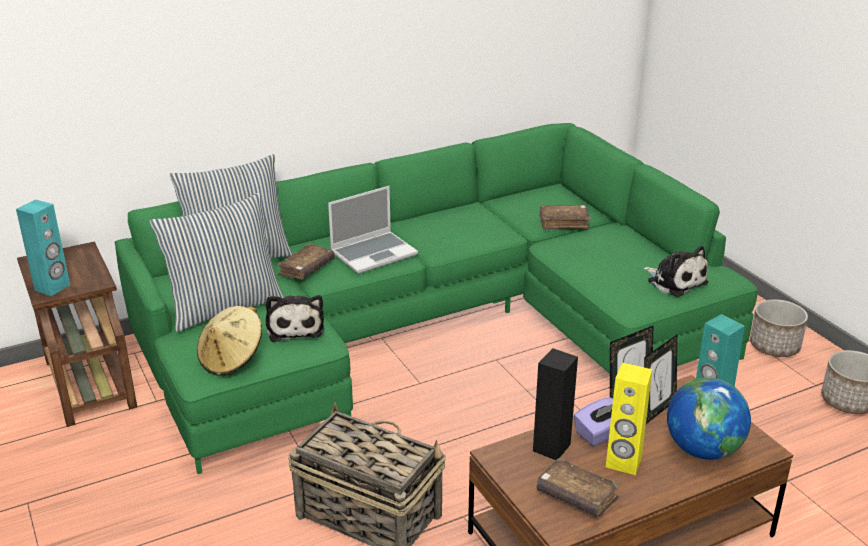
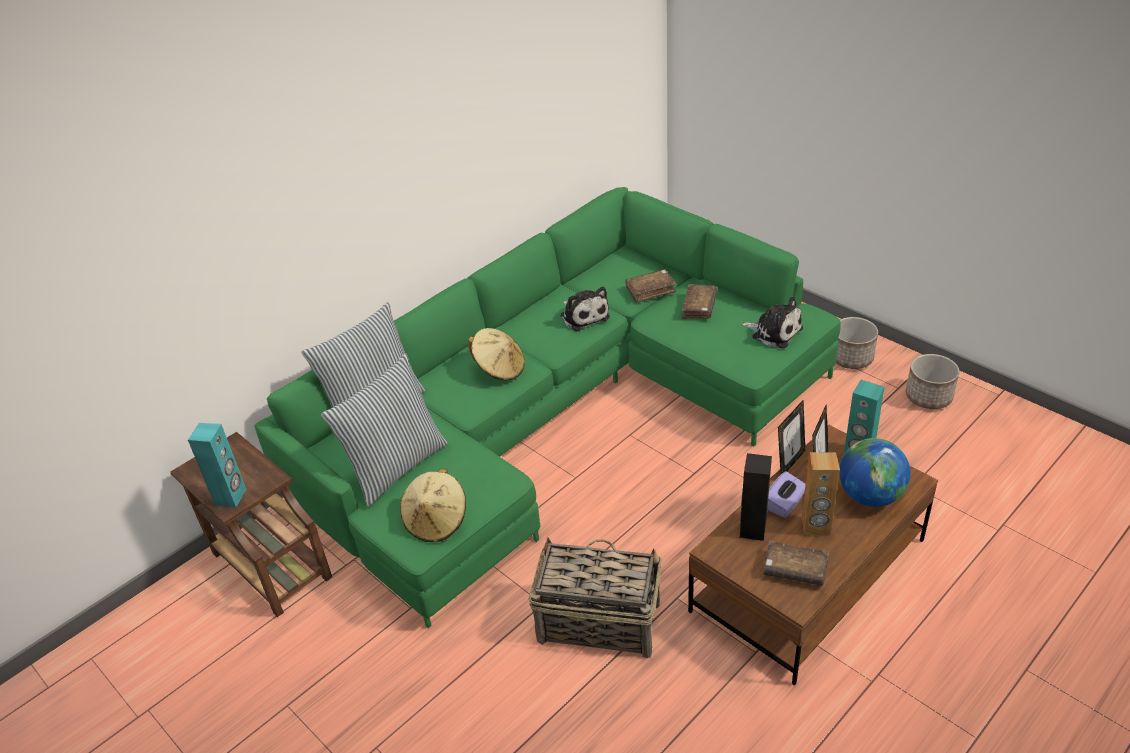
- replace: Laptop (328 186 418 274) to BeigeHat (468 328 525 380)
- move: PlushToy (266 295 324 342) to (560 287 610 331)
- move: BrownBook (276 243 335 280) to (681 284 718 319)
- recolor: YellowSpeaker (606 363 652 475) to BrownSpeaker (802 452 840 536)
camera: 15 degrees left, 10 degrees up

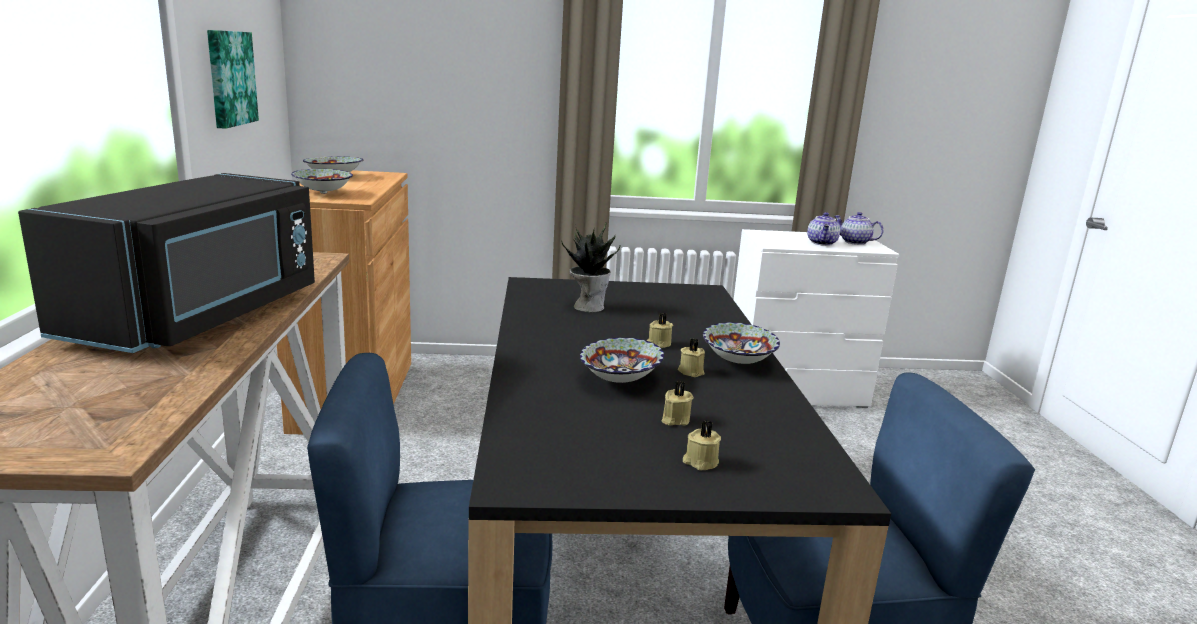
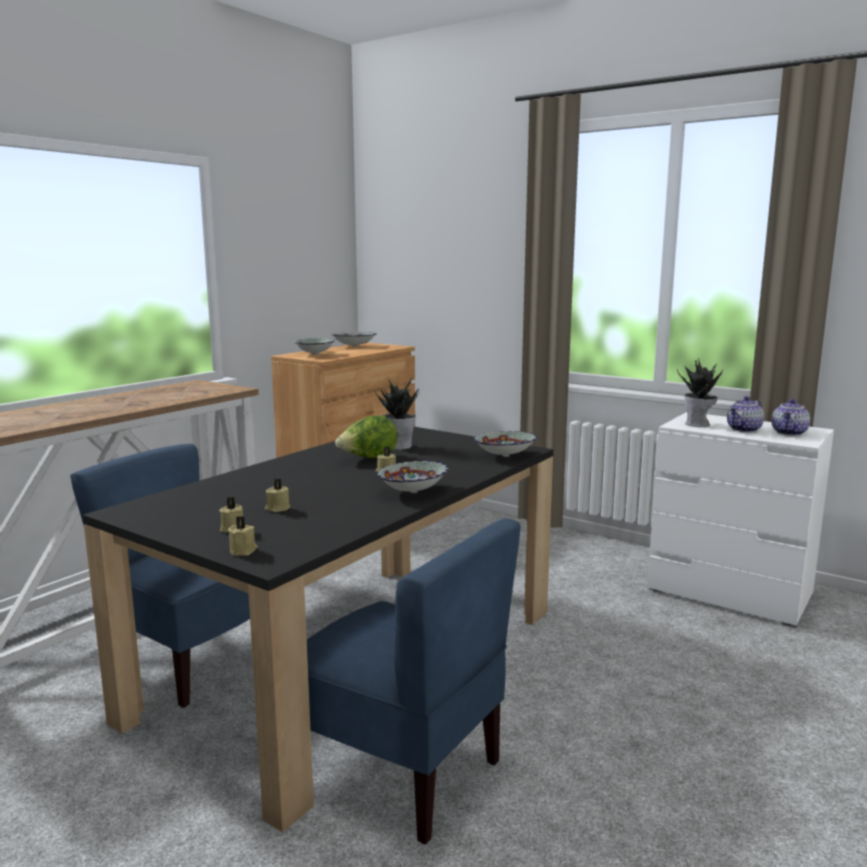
- move: BeigeCandle (678 338 705 377) to (228 516 258 556)
- insert: Lettuce (335 415 397 458)
- move: Bowl (580 337 664 383) to (474 431 537 457)
- insert: PottedPlant (677 358 723 427)
- rotate: Teapot (835 212 884 245) = (771 399 810 436) 135 degrees counterclockwise
- delete: BlackMicrowave (18 173 315 353)
- delete: Picture (207 30 259 129)
camera: 40 degrees right, 5 degrees down

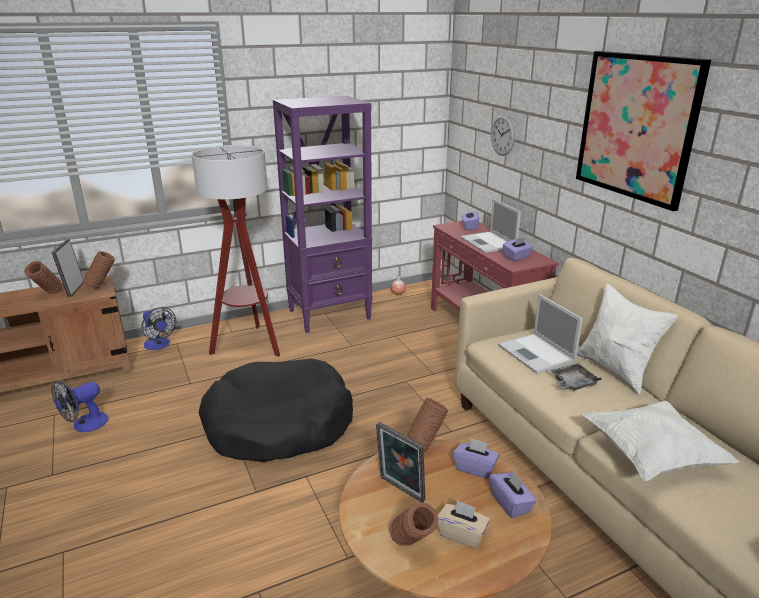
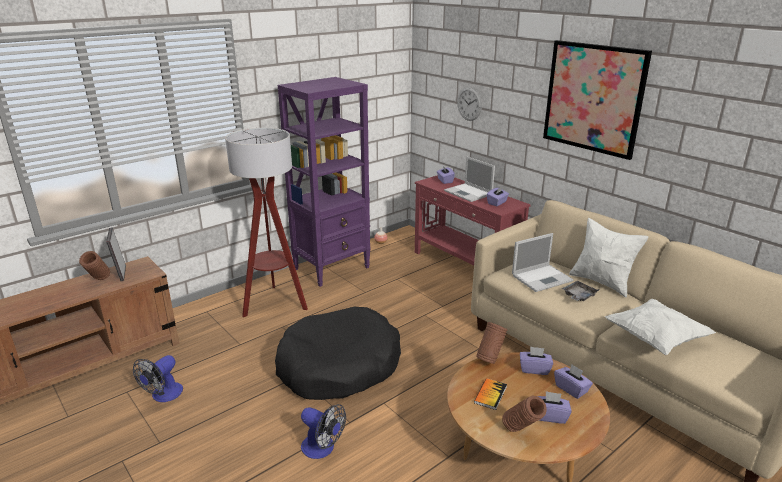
- move: Fan (141 307 176 350) to (301 404 346 459)
- replace: PictureFrame (376 422 425 503) to Book (474 378 507 410)
- rotate: Laptop (498 294 583 374) = (512 233 573 292) 75 degrees counterclockwise
- recolor: BeigeTissueBox (438 500 490 548) to PurpleTissueBox (537 391 572 424)
- delete: BrownVase (83 251 115 289)
camera: 15 degrees left, 0 degrees up

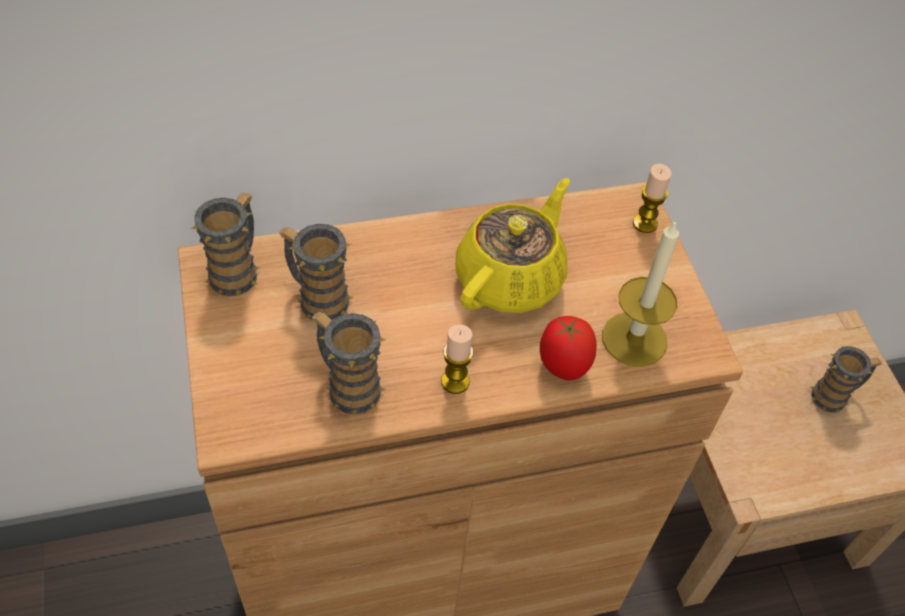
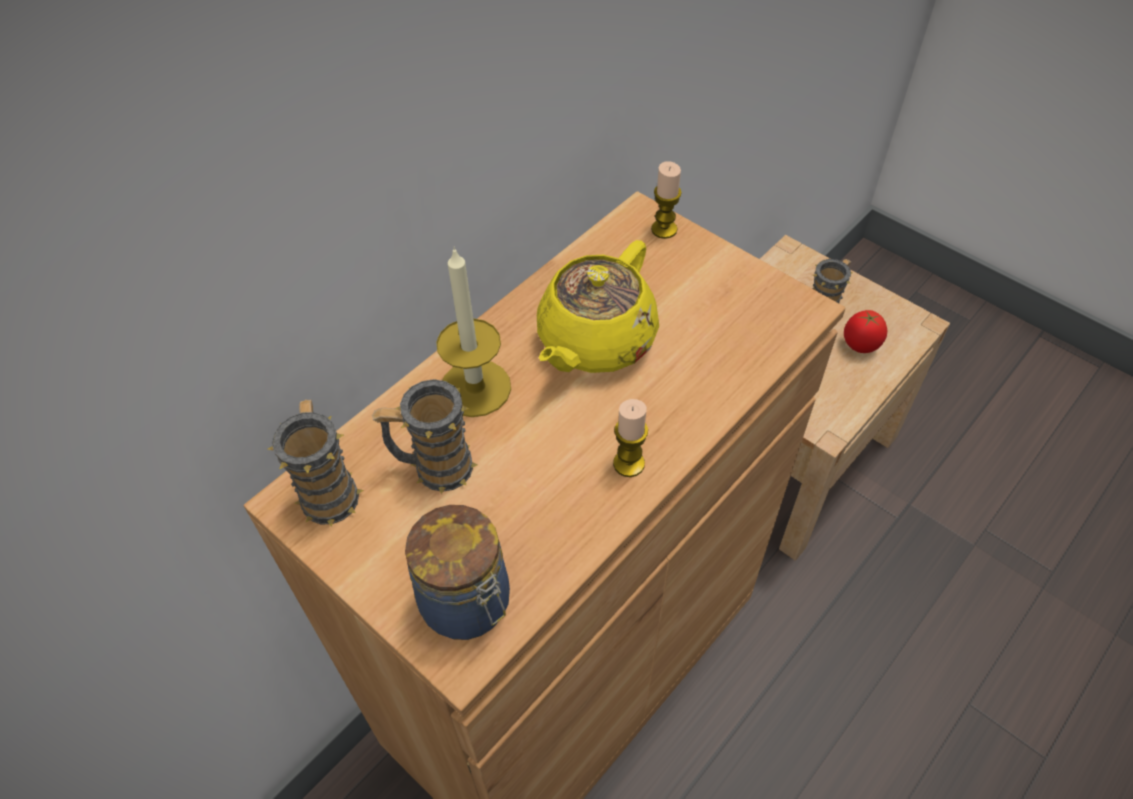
- insert: Jar (405 505 510 640)
- move: Candle (602 219 679 367) to (436 246 511 417)
- rotate: YellowTeapot (455 178 570 313) = (537 240 659 373) 150 degrees counterclockwise
- move: Tomato (540 316 597 381) to (844 310 887 353)
- delete: Mug (312 312 386 417)
camera: 30 degrees left, 0 degrees up

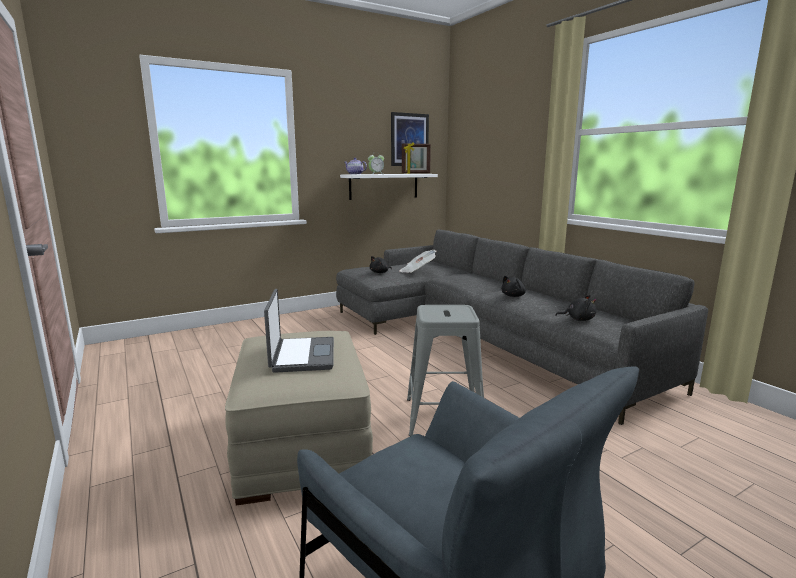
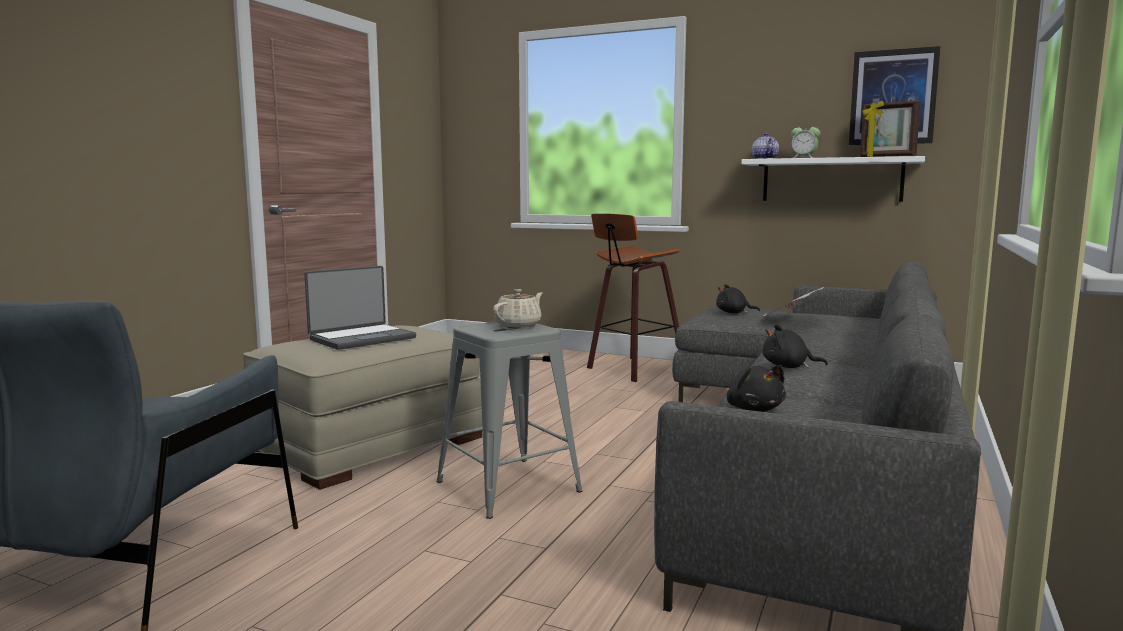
- insert: BeigeTeapot (493 289 542 328)
- insert: Stool (587 213 679 382)
camera: 55 degrees right, 5 degrees down

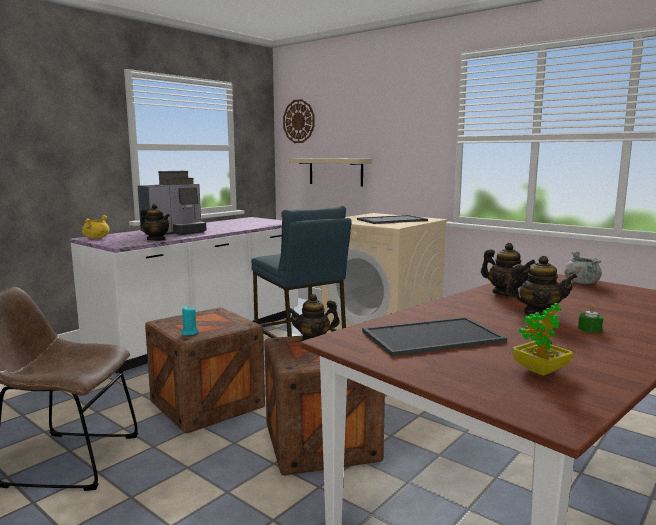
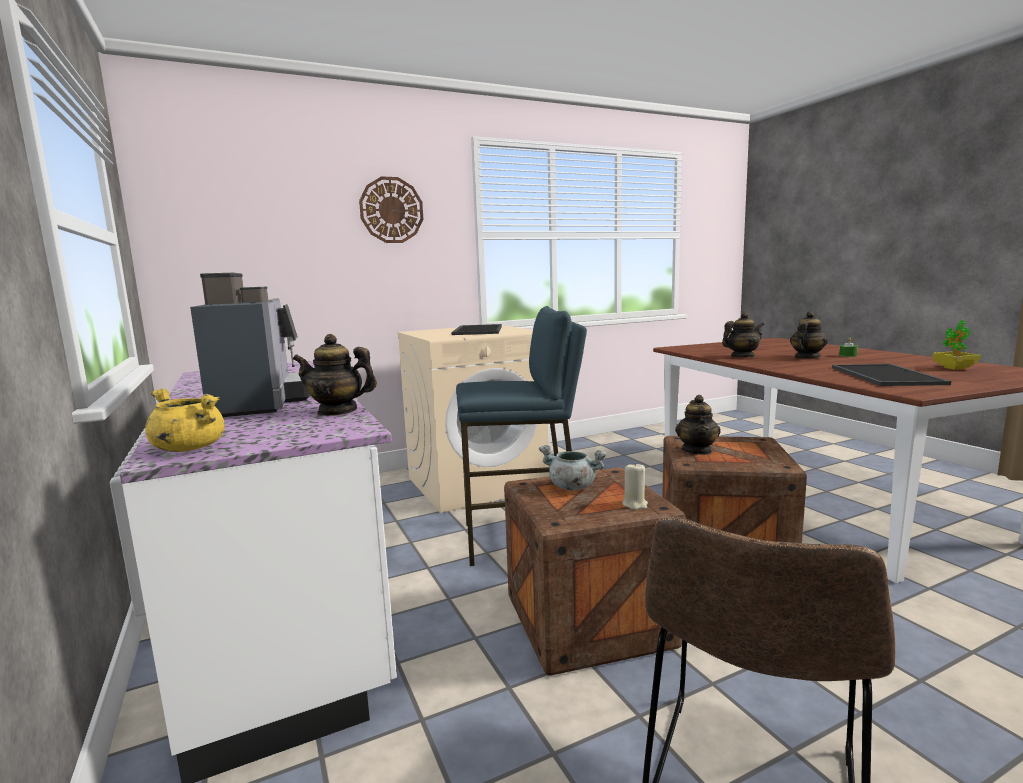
- rotate: Teapot (140 203 170 241) = (293 334 377 416) 135 degrees counterclockwise
- move: WallClock (283 99 314 143) to (359 176 423 243)
- move: GreyCookingPot (564 251 602 284) to (539 445 607 490)
- recolor: TurquoiseCandle (181 306 199 336) to BeigeCandle (622 462 648 510)
- delete: BeigeShelf (289 158 372 186)
camera: 65 degrees left, 0 degrees up

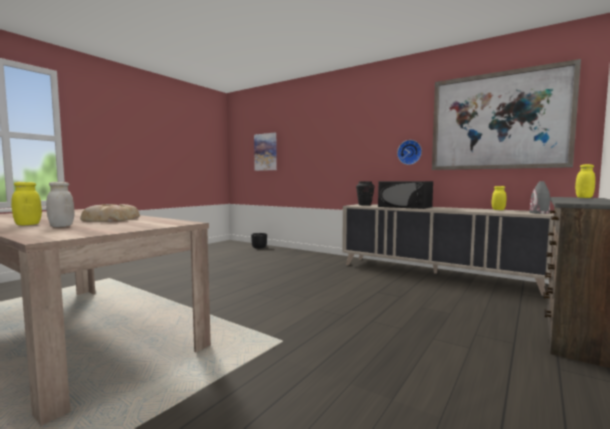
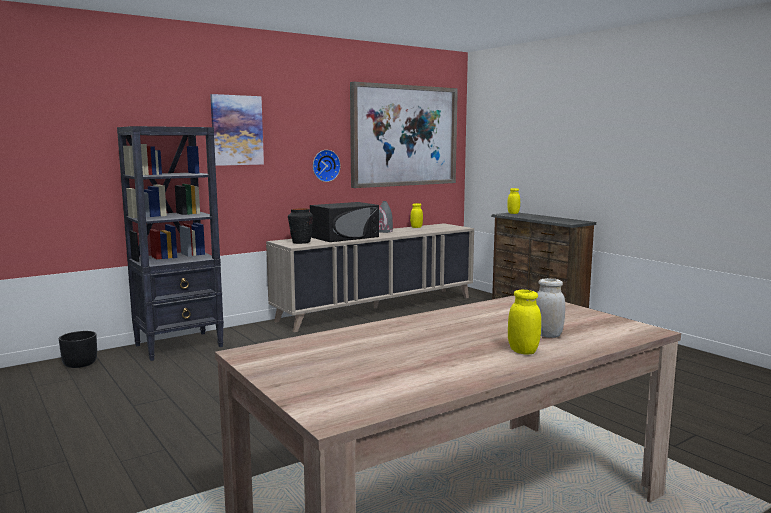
- insert: BlackBookcase (117 126 224 361)
- move: Picture (254 133 277 171) to (210 94 264 166)
- move: GreyVase (530 181 550 214) to (379 201 393 233)
- delete: Bread (80 204 140 222)
camera: 70 degrees left, 5 degrees up

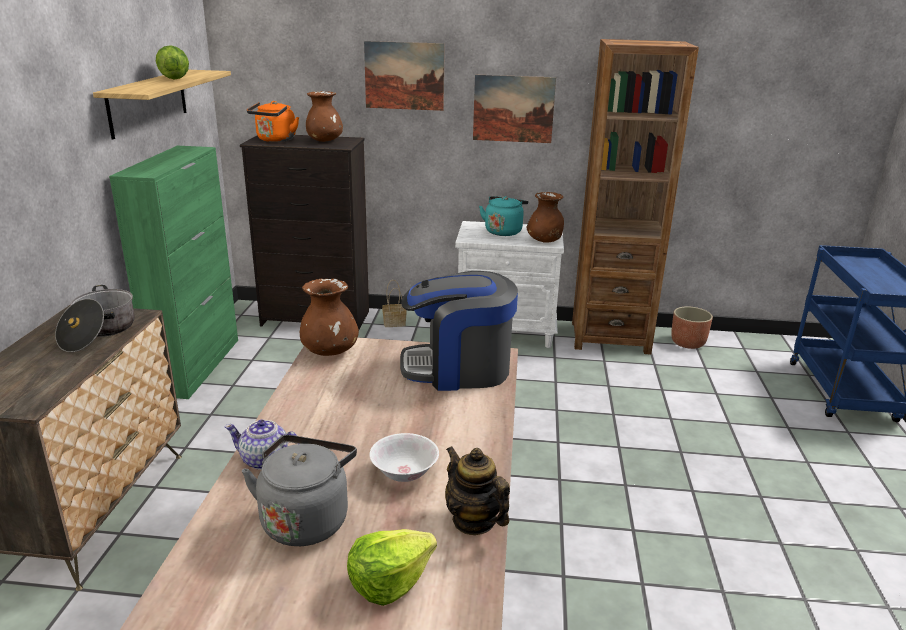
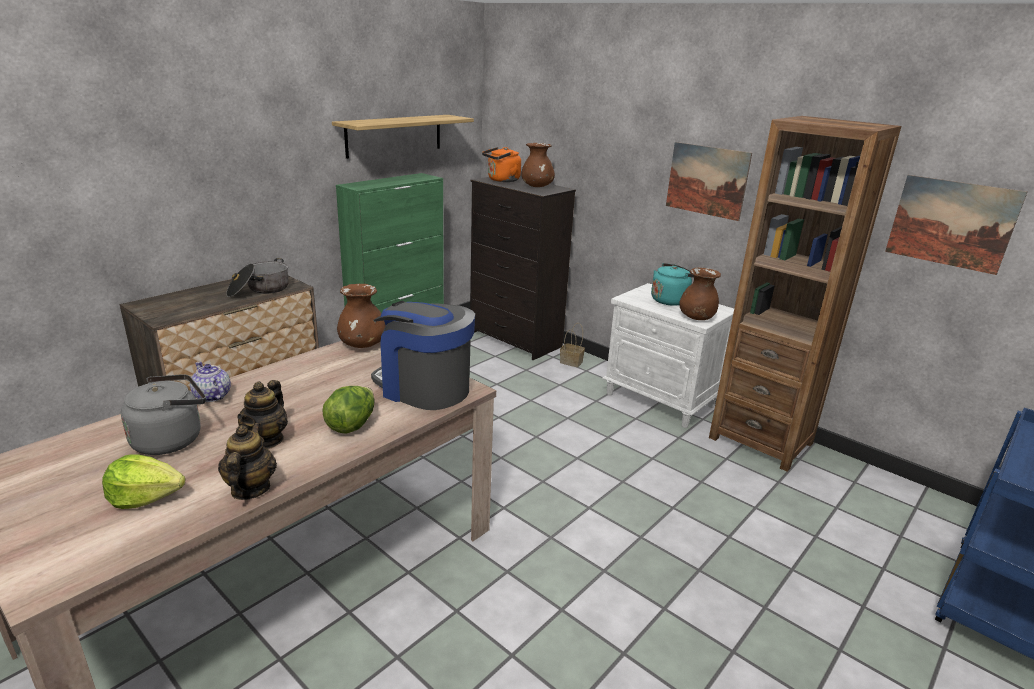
- replace: WhiteBowl (369 433 439 482) to Teapot (237 380 288 449)
- move: Lettuce (156 45 189 79) to (322 386 375 434)
- move: Picture (364 41 445 111) to (885 175 1027 275)
- delete: Planter (671 306 713 349)
camera: 35 degrees right, 0 degrees up

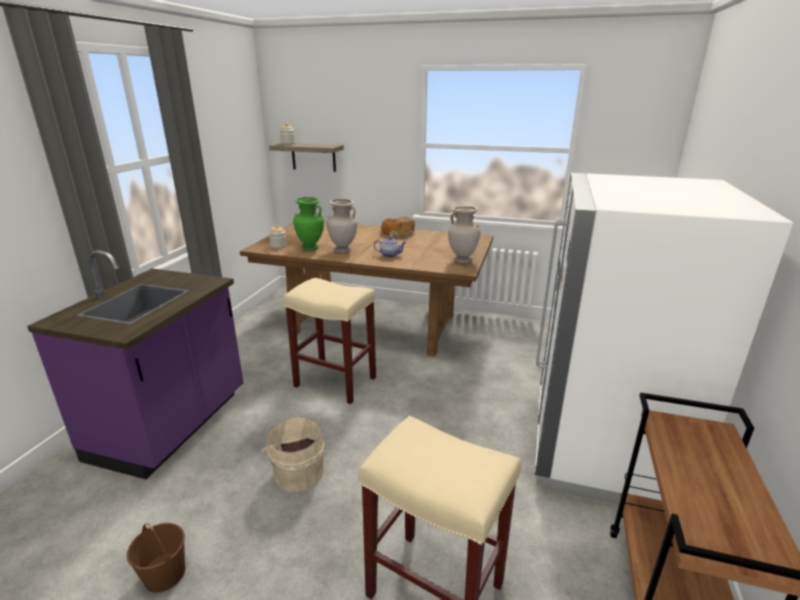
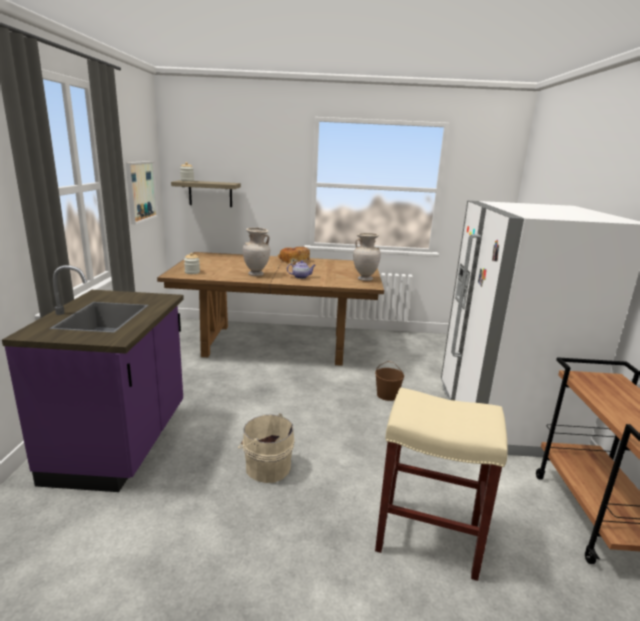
- insert: Picture (126 161 158 224)
- move: BrownBucket (127 523 185 593) to (375 361 404 401)
- delete: BeigeStool (283 278 376 404)
- delete: GreenVase (293 197 324 250)
camera: 15 degrees left, 5 degrees down

